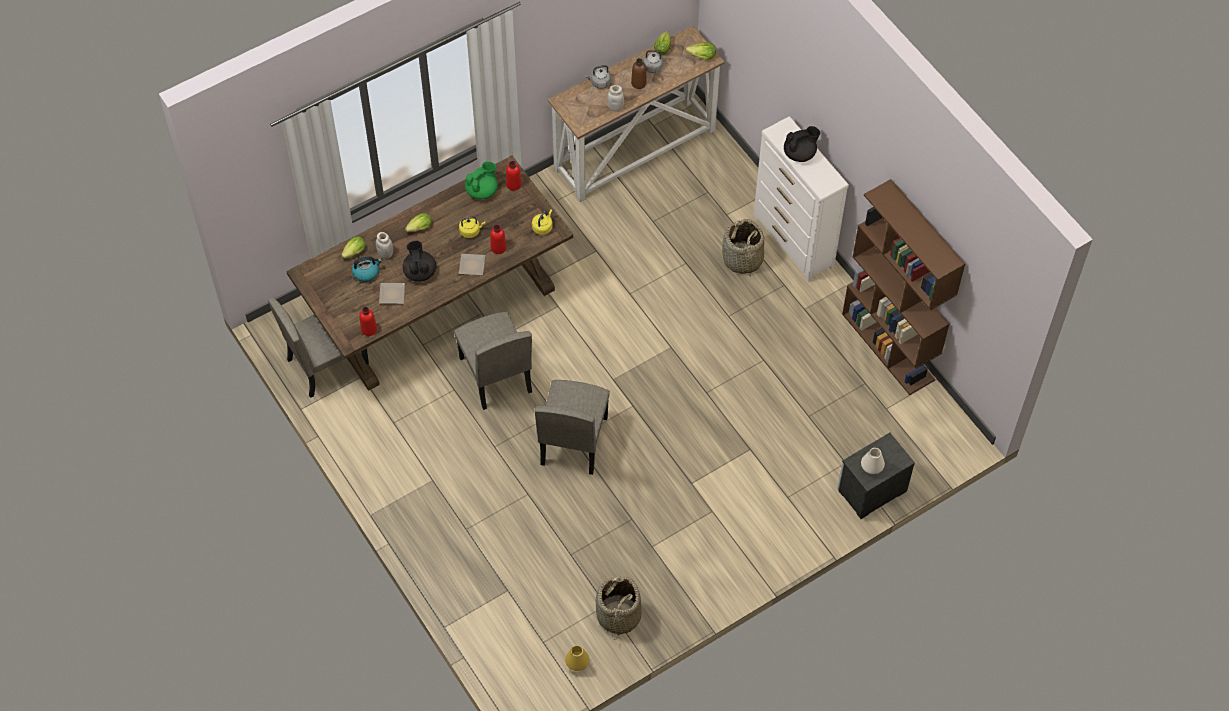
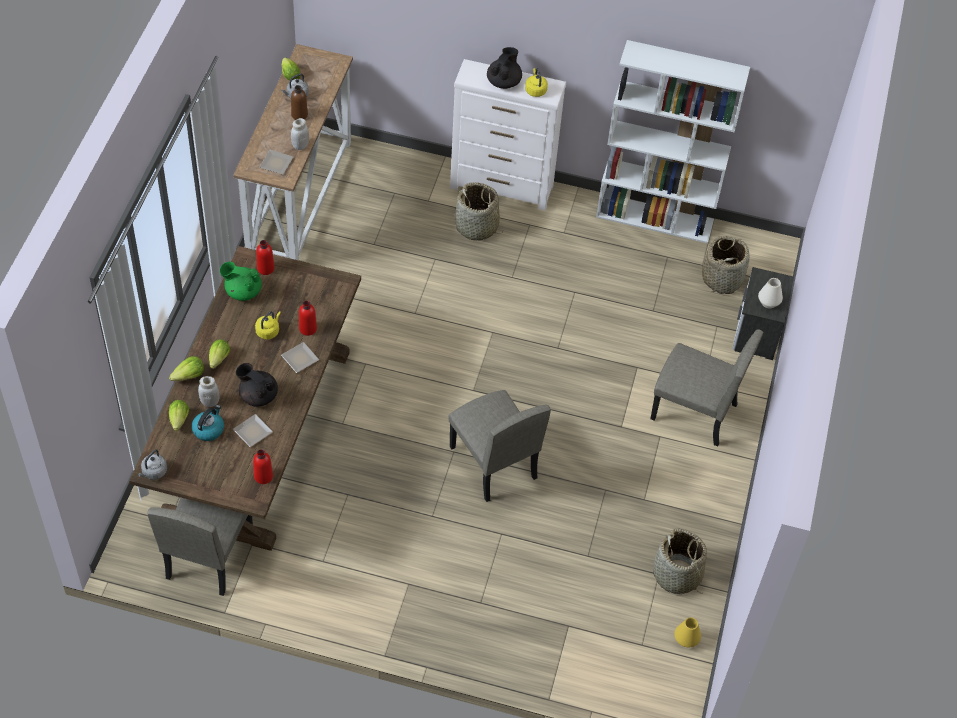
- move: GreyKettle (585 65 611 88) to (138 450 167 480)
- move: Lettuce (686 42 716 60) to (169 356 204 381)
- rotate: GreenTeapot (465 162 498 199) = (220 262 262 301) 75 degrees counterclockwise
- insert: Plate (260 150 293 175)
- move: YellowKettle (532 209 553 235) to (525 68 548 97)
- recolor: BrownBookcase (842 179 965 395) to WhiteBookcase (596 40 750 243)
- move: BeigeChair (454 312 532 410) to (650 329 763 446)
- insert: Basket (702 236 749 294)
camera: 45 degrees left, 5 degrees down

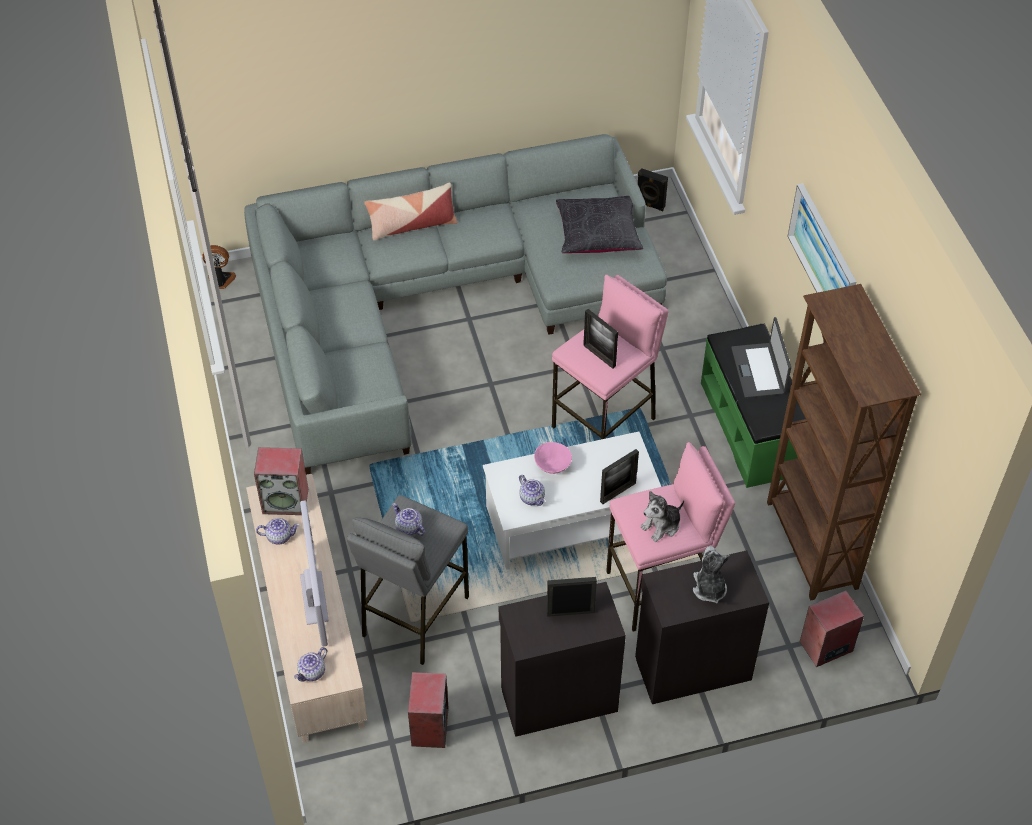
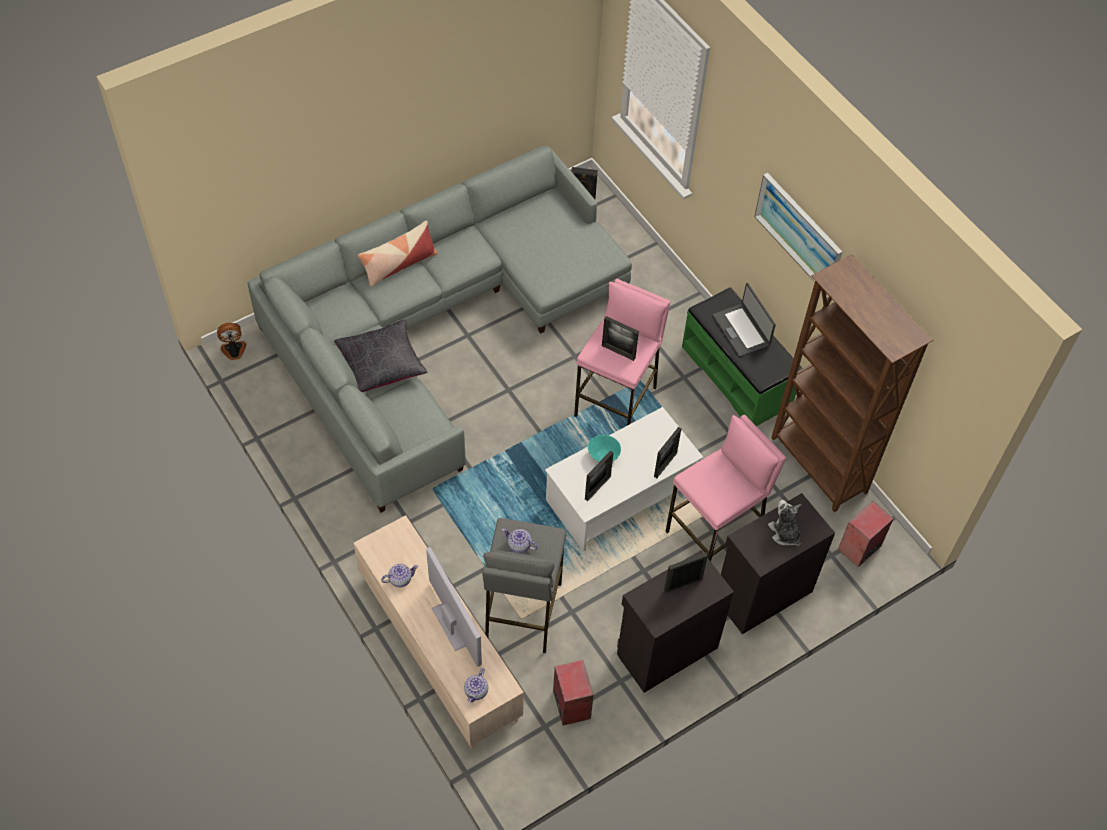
- move: BlackPillow (556 196 643 253) to (334 320 427 392)
- replace: Teapot (519 475 546 506) to PictureFrame (585 450 613 501)
- recolor: PinkBowl (534 442 572 474) to TurquoiseBowl (588 435 621 462)
- delete: Speaker (254 447 308 515)
- delete: PlushToy (640 491 684 542)
camera: 20 degrees left, 5 degrees up

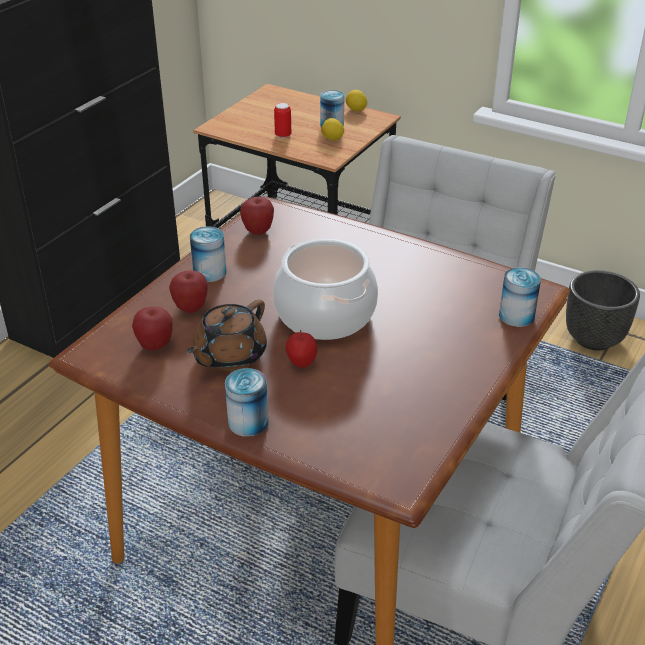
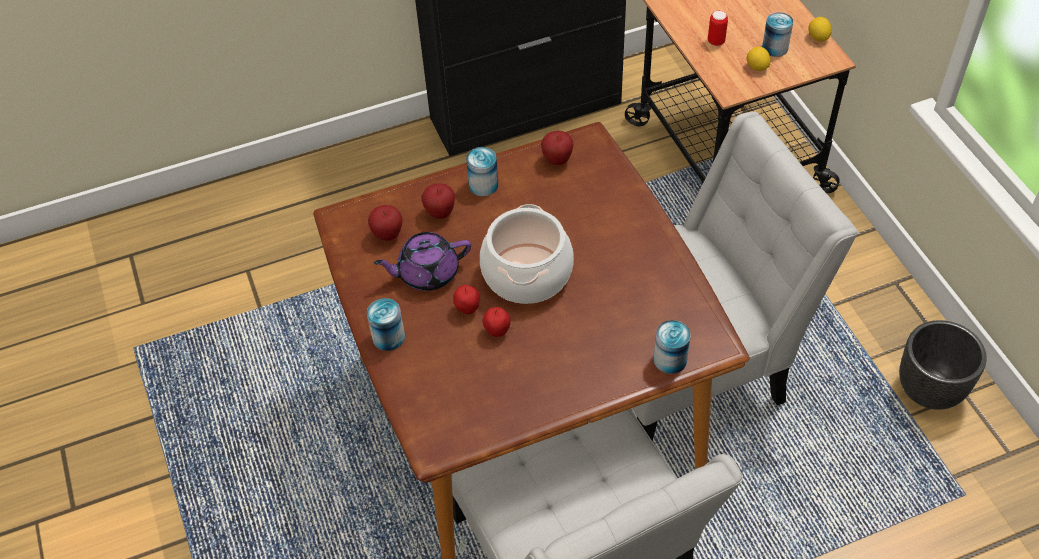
- recolor: BrownTeapot (186 300 267 371) to PurpleTeapot (374 232 471 291)
- insert: Apple (482 307 511 337)
camera: 40 degrees right, 15 degrees up

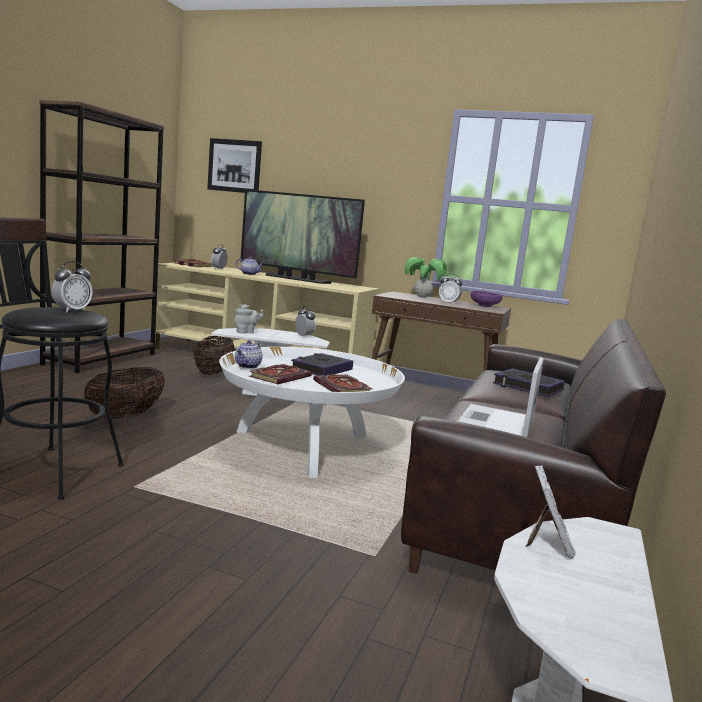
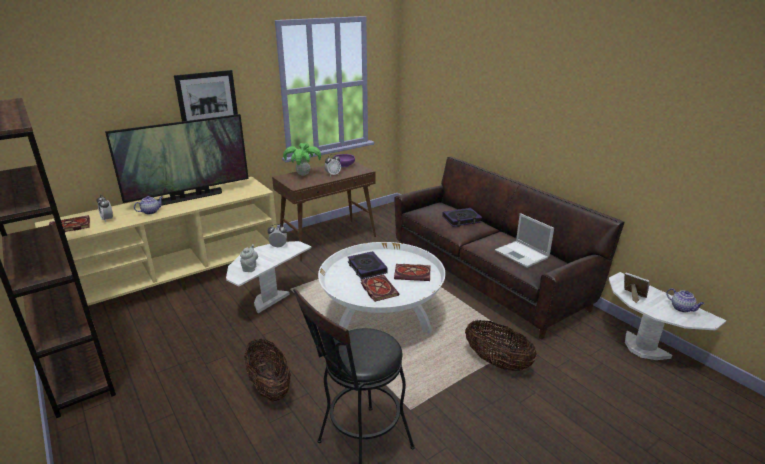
- move: Picture (207 138 262 193) to (174 70 238 121)
- move: Basket (193 336 235 375) to (465 320 537 371)
- move: Teapot (235 340 262 369) to (666 288 705 312)
- delete: AlarmClock (51 261 93 313)
camera: 55 degrees left, 15 degrees up

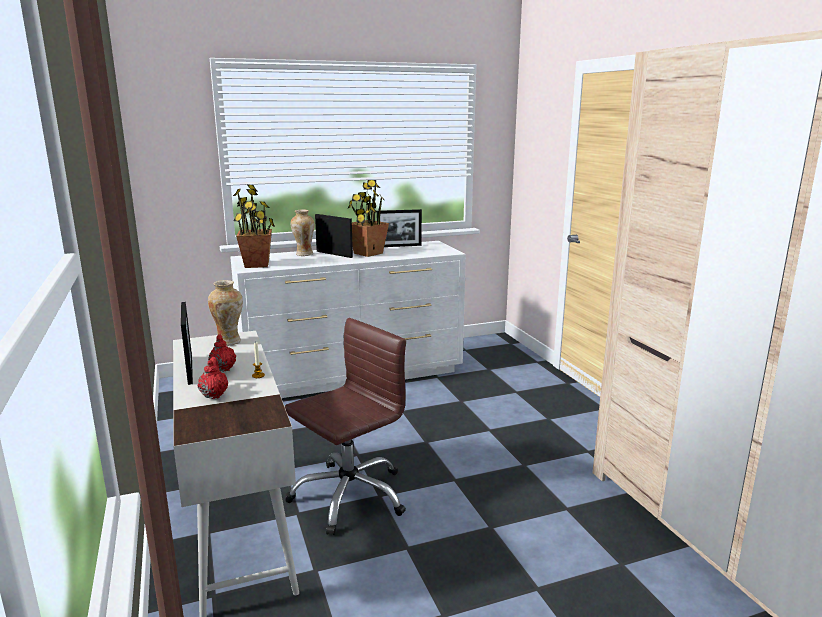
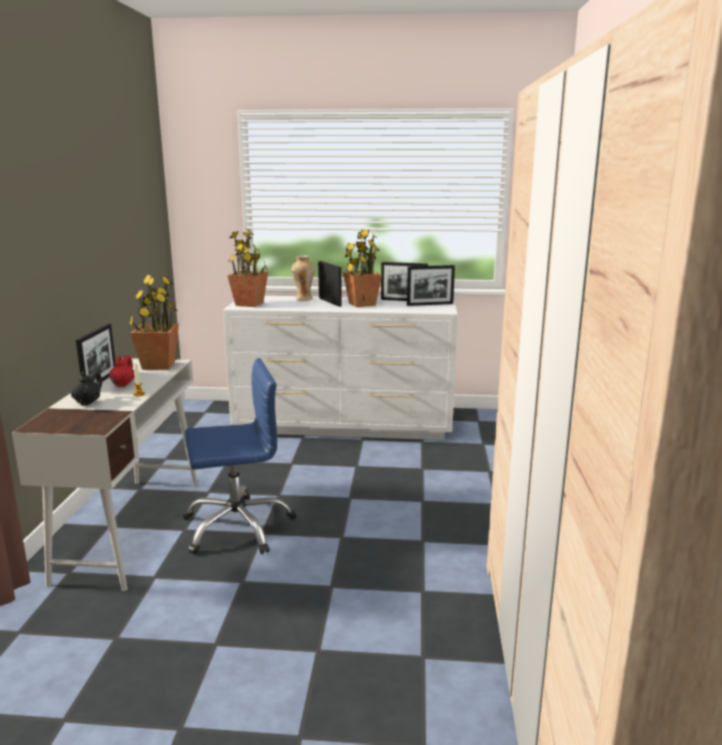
- recolor: RedTeapot (198 357 228 399) to BlackTeapot (71 371 102 406)
- replace: Vase (208 280 243 346) to PottedPlant (129 275 179 370)
- recolor: BrownOfficeChair (285 318 406 535) to BlueOfficeChair (183 358 297 555)
- insert: PictureFrame (407 265 455 306)
camera: 25 degrees right, 0 degrees up

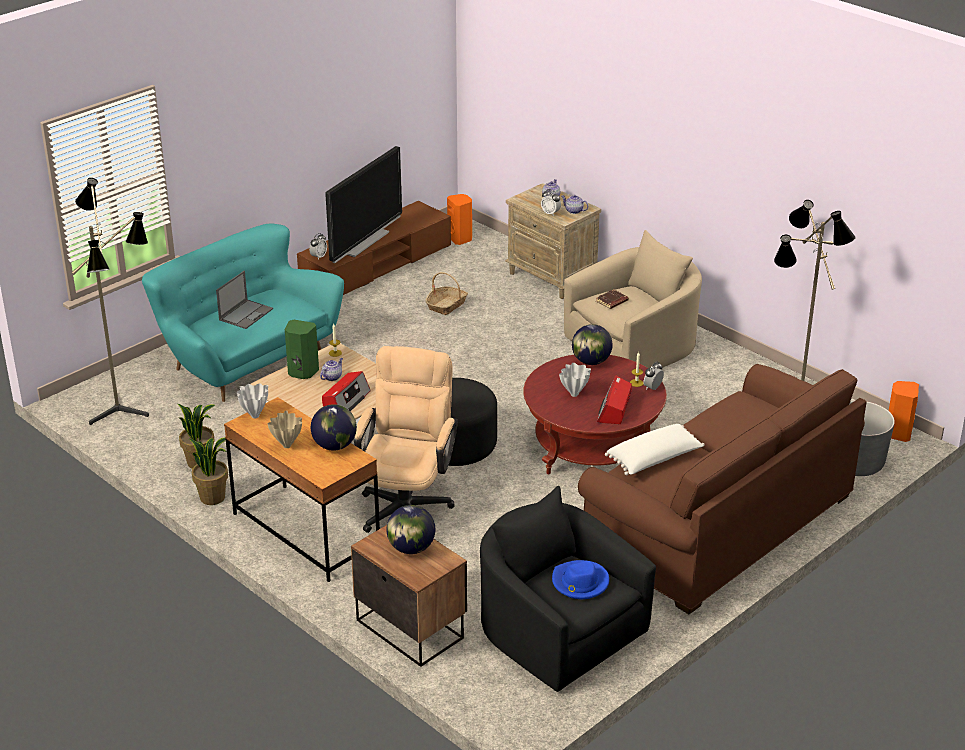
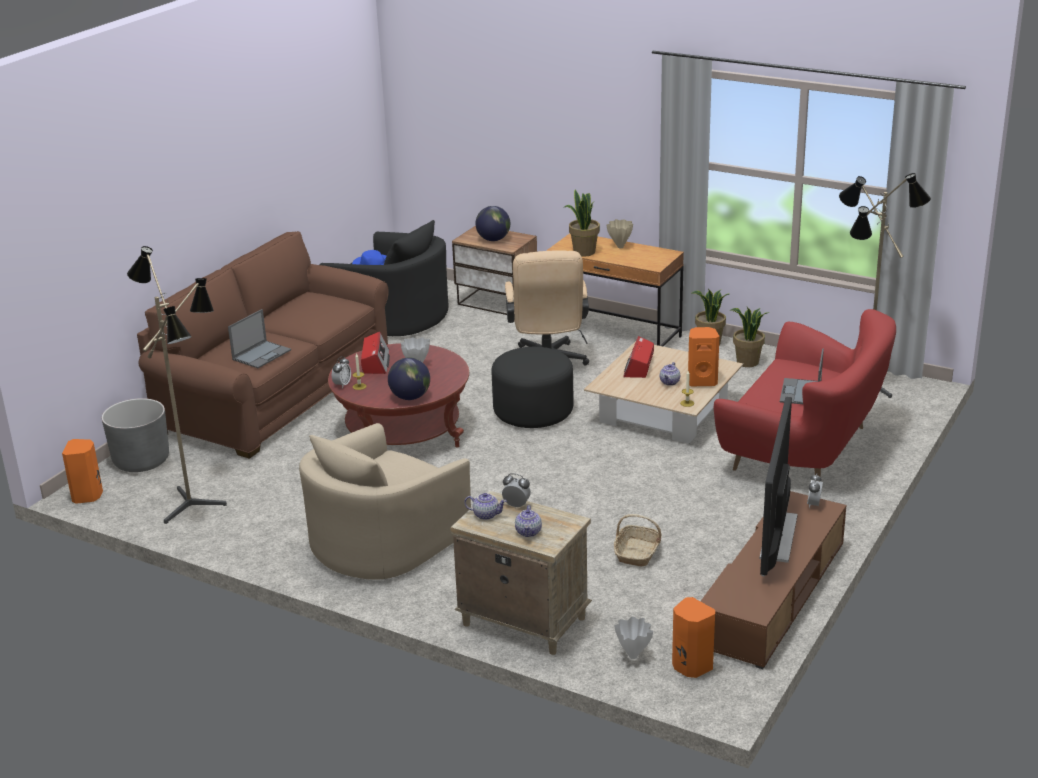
- insert: Laptop (228 309 291 368)
- replace: Globe (311 404 357 451) to PottedPlant (565 190 600 256)
- move: WhiteVase (237 383 268 418) to (614 617 653 659)
- recolor: GreenSpeaker (285 320 319 379) to OrangeSpeaker (688 327 720 386)
- recolor: TurquoiseSofa (142 224 344 402) to RedSofa (714 309 896 482)
- delete: BrownBook (596 289 629 309)
- delete: WhitePillow (605 424 705 476)
camera: 165 degrees right, 5 degrees down

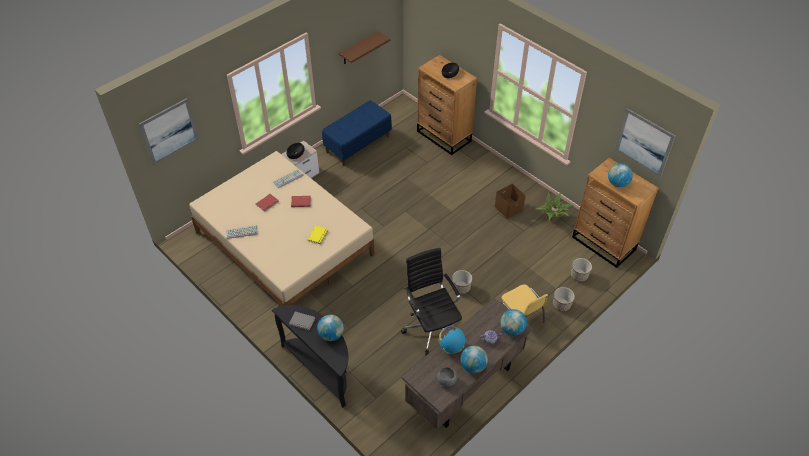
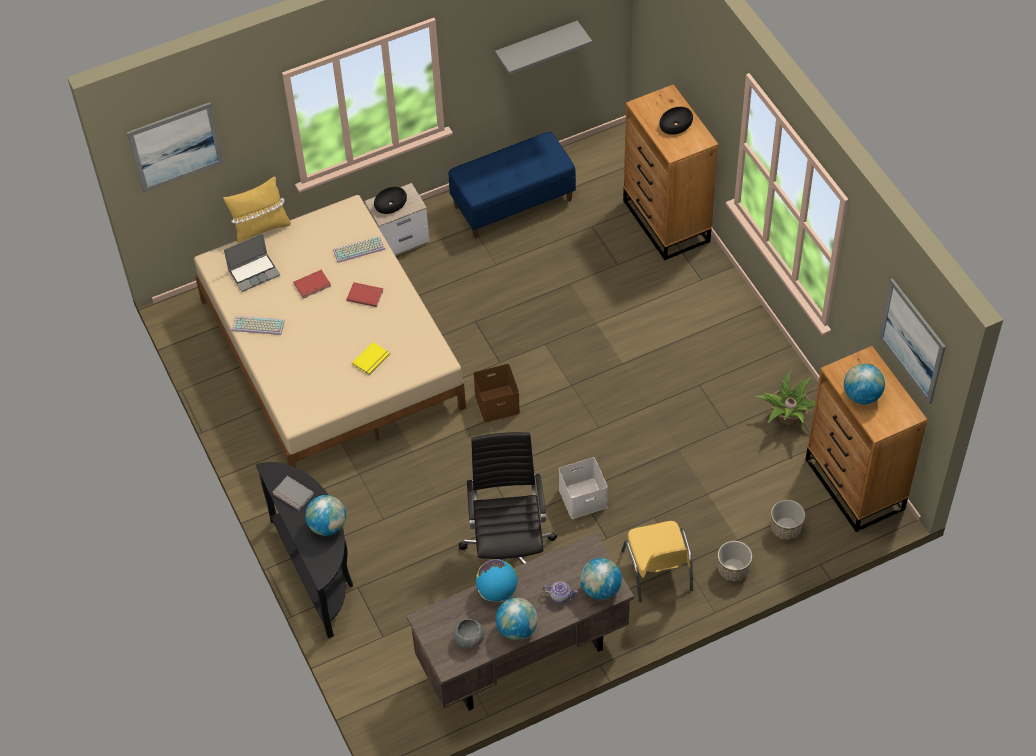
- insert: YellowPillow (223 177 291 244)
- insert: Laptop (224 233 280 292)
- move: BrownStorageBox (494 184 526 219) to (473 364 520 423)
- recolor: BrownShelf (339 31 391 64) to GreyShelf (495 21 592 75)
- replace: Planter (452 270 472 294) to WhiteStorageBox (559 457 608 519)
camera: 20 degrees right, 5 degrees up

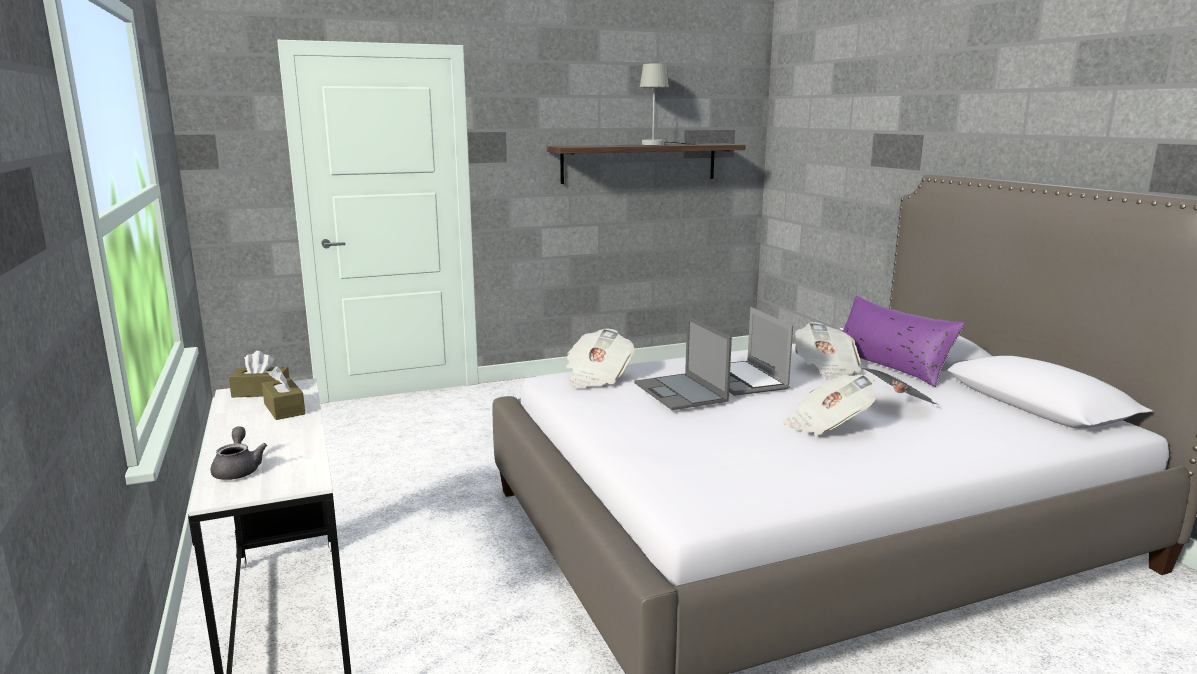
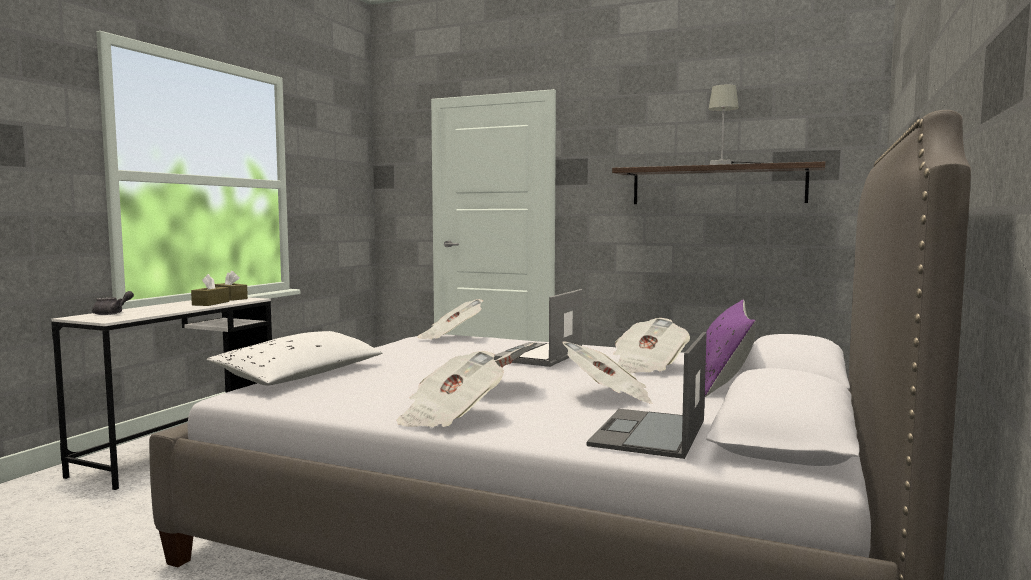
- insert: WhitePillow (207 331 383 385)
- insert: Newspaper (397 351 504 427)
- move: Laptop (634 317 732 410) to (587 332 707 459)
camera: 45 degrees right, 10 degrees down

